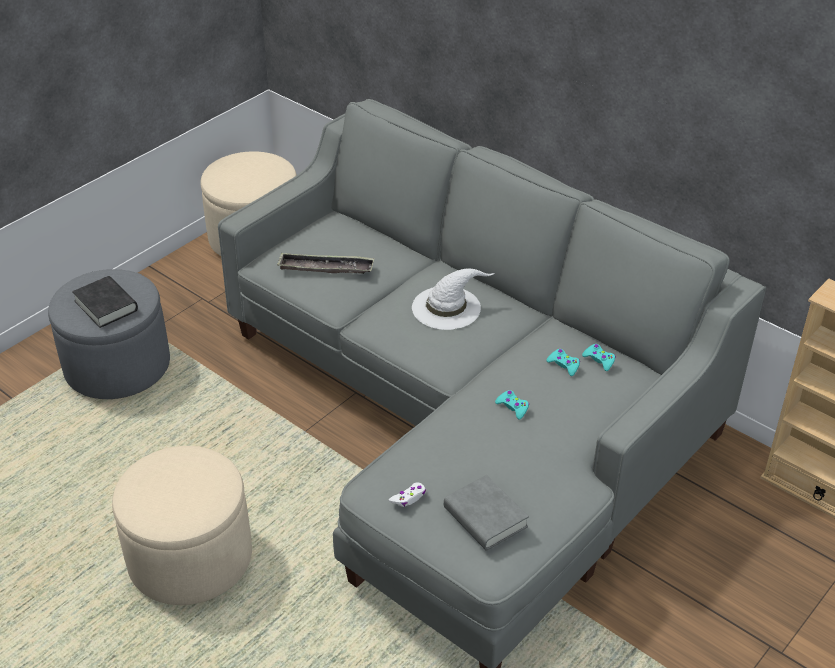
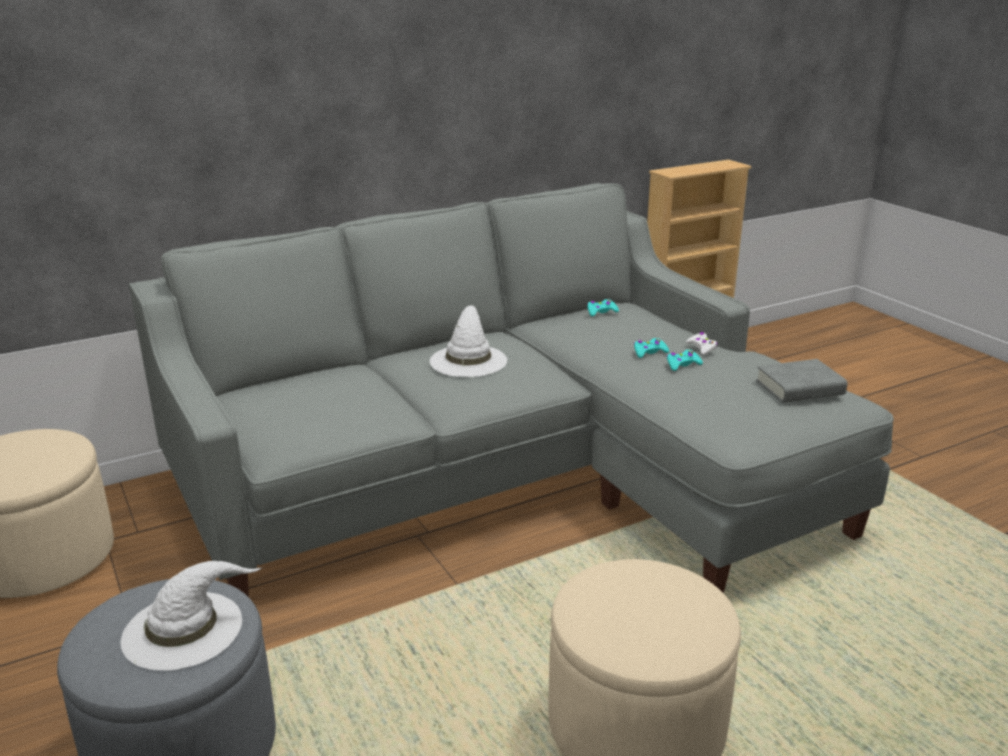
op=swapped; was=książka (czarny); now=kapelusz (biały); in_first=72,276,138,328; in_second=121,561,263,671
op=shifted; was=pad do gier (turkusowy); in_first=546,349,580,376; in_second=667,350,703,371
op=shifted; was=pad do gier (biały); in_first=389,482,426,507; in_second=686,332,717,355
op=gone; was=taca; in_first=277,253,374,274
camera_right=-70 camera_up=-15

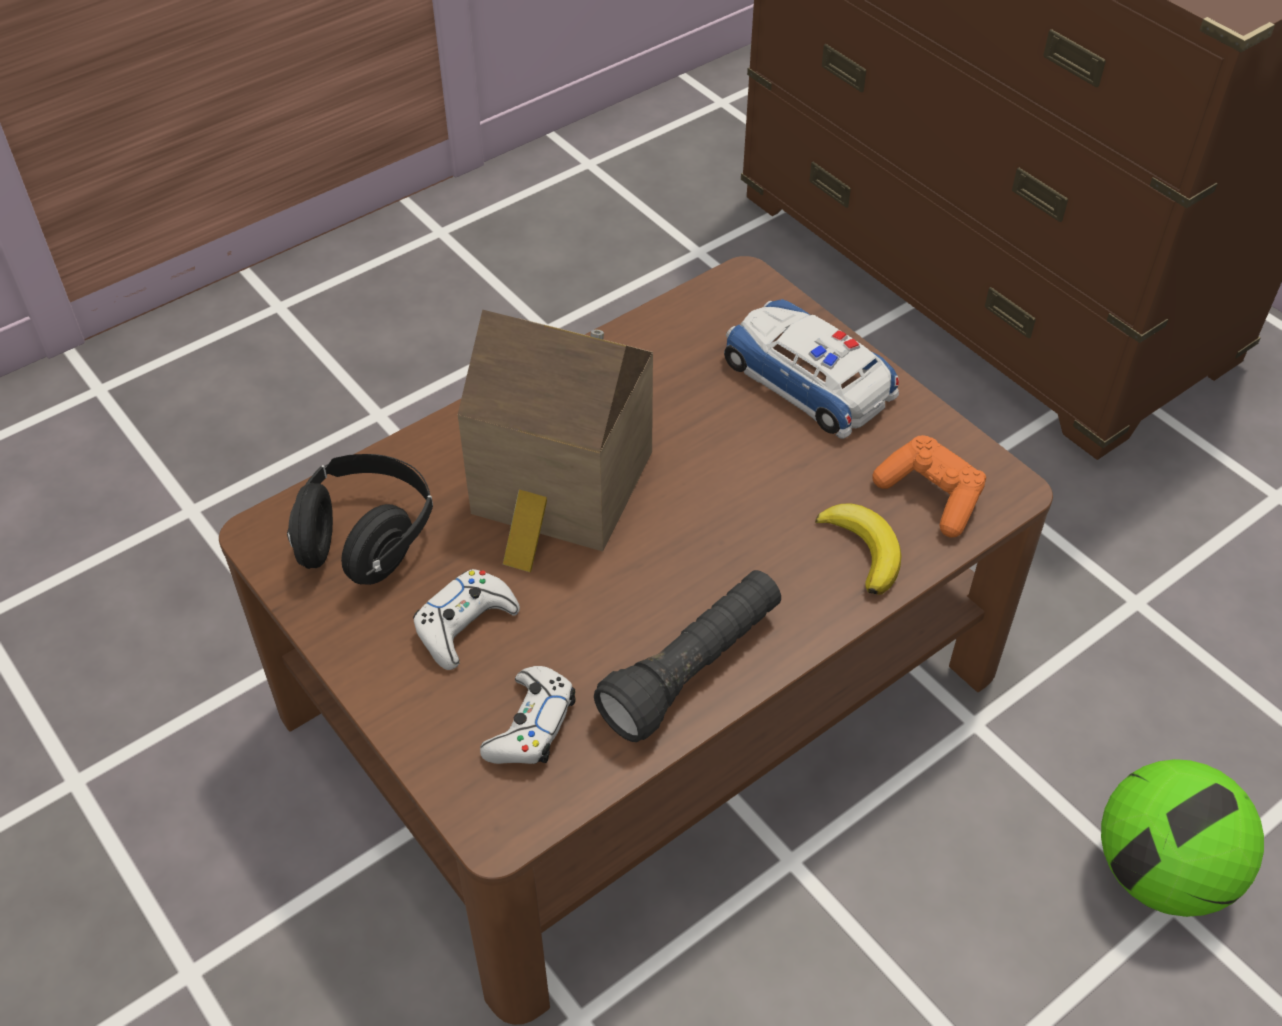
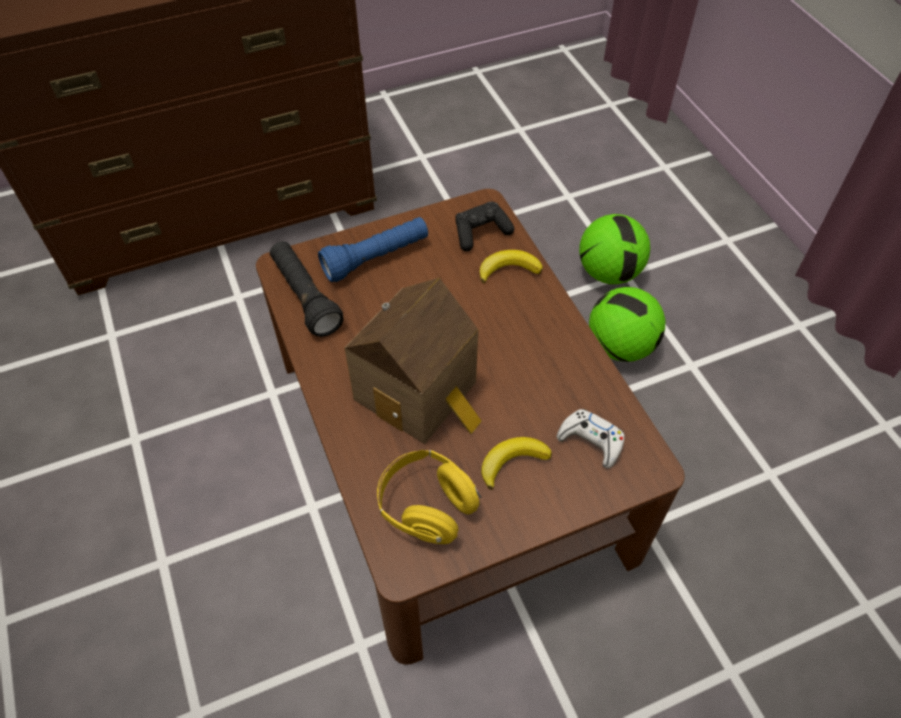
op=shifted; was=latarka (czarny); in_first=594,570,781,742; in_second=270,242,344,337
op=swapped; was=samochodzik; now=latarka (niebieski); in_first=724,299,899,439; in_second=318,217,428,282
op=repainted; was=słuchawki (czarny); now=słuchawki (żółty); in_first=287,454,433,585; in_second=377,450,482,544
op=repainted; was=pad do gier (pomarańczowy); now=pad do gier (czarny); in_first=872,435,986,538; in_second=456,202,514,251
op=swapped; was=pad do gier (biały); now=banan; in_first=413,569,520,670; in_second=481,437,552,490
op=new; now=piłka futbolowa; in_second=589,287,665,362
camera_right=-75 camera_up=5

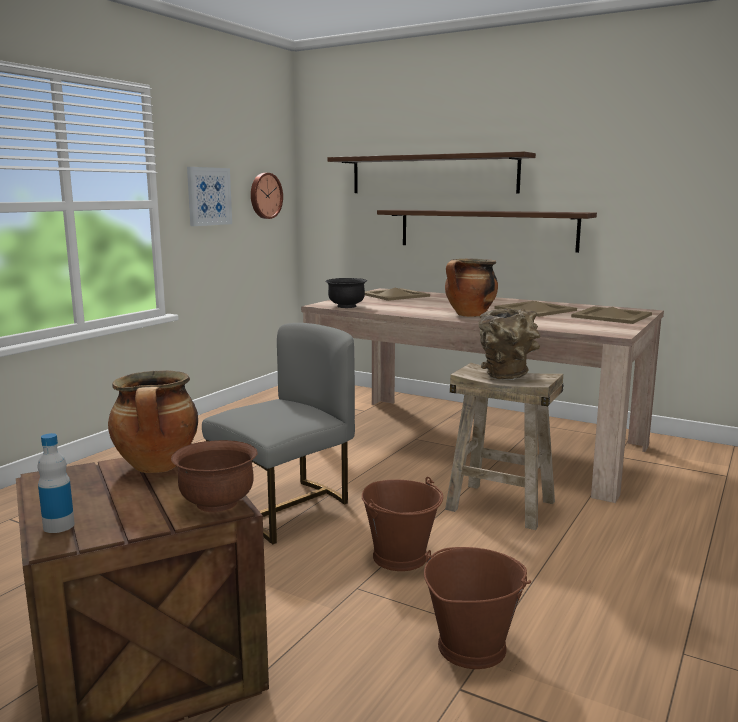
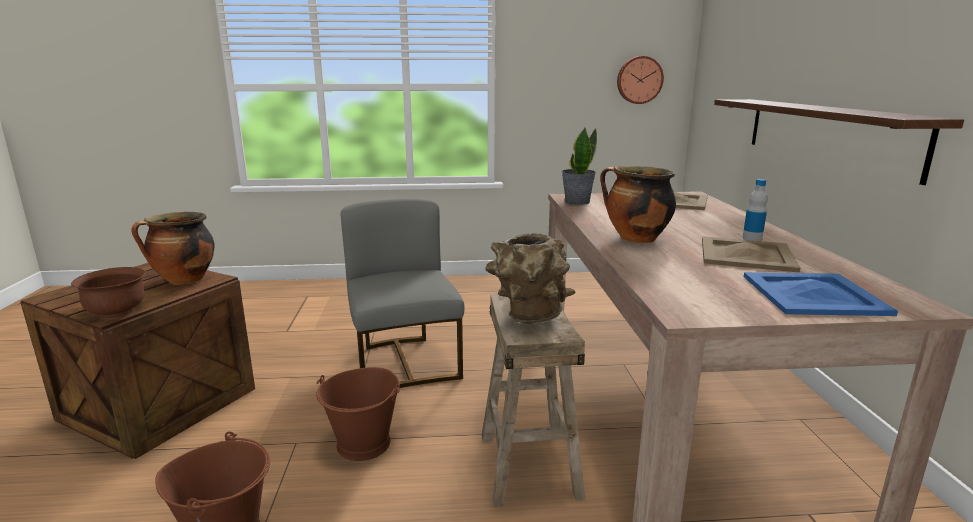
op=rotated; was=krzesło (szary); in_first=202,323,355,544; in_second=340,199,465,388; clockwise=-120
op=swapped; was=miska (czarny); now=roślina doniczkowa; in_first=325,278,367,308; in_second=561,128,597,205
op=shifted; was=butelka; in_first=38,433,75,533; in_second=743,179,768,241
op=repainted; was=taca (beżowy); now=taca (niebieski); in_first=571,306,652,324; in_second=744,272,898,316
op=gone; was=obraz; in_first=187,167,232,226
op=gone; was=półka; in_first=327,152,536,194
camera_right=55 camera_up=5

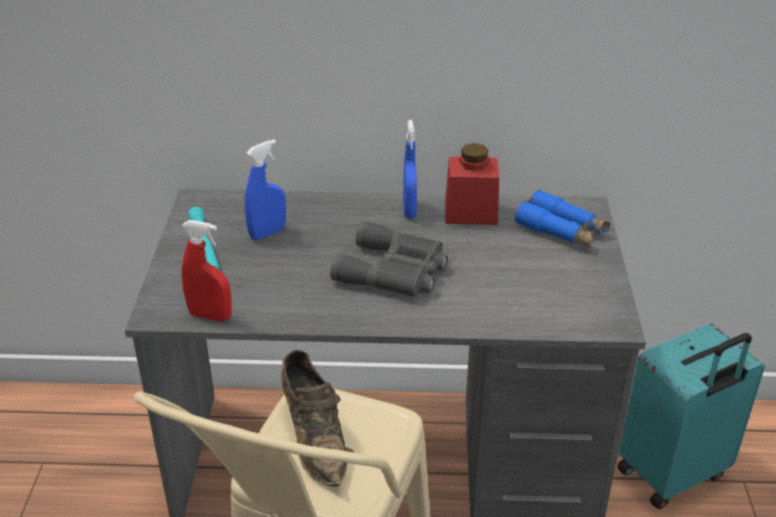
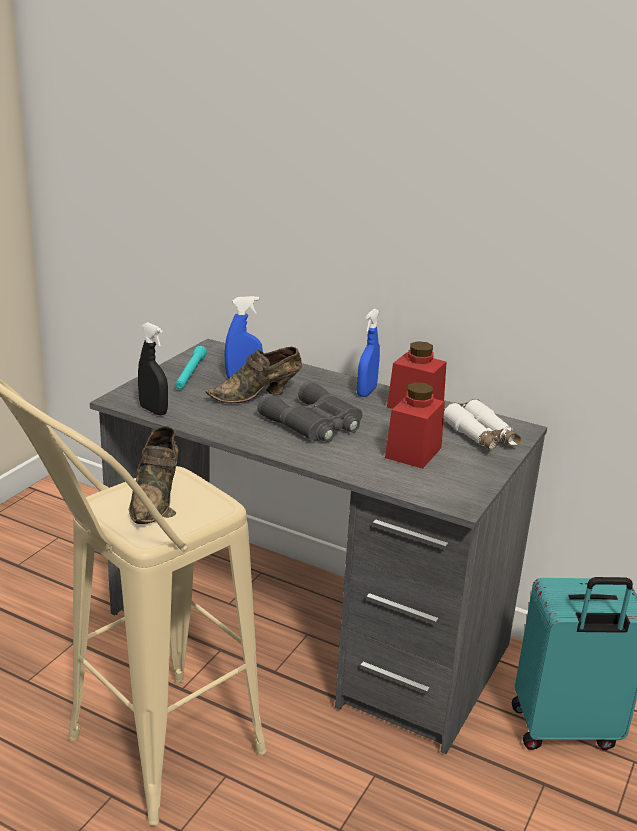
op=repainted; was=spryskiwacz (czerwony); now=spryskiwacz (czarny); in_first=182,220,232,321; in_second=138,322,168,415
op=new; now=but (brązowy); in_second=206,347,302,403
op=new; now=słoik (czerwony); in_second=385,382,445,469
op=repainted; was=lornetka (niebieski); now=lornetka (biały); in_first=515,190,610,248; in_second=443,399,521,451
camera_right=25 camera_up=-10

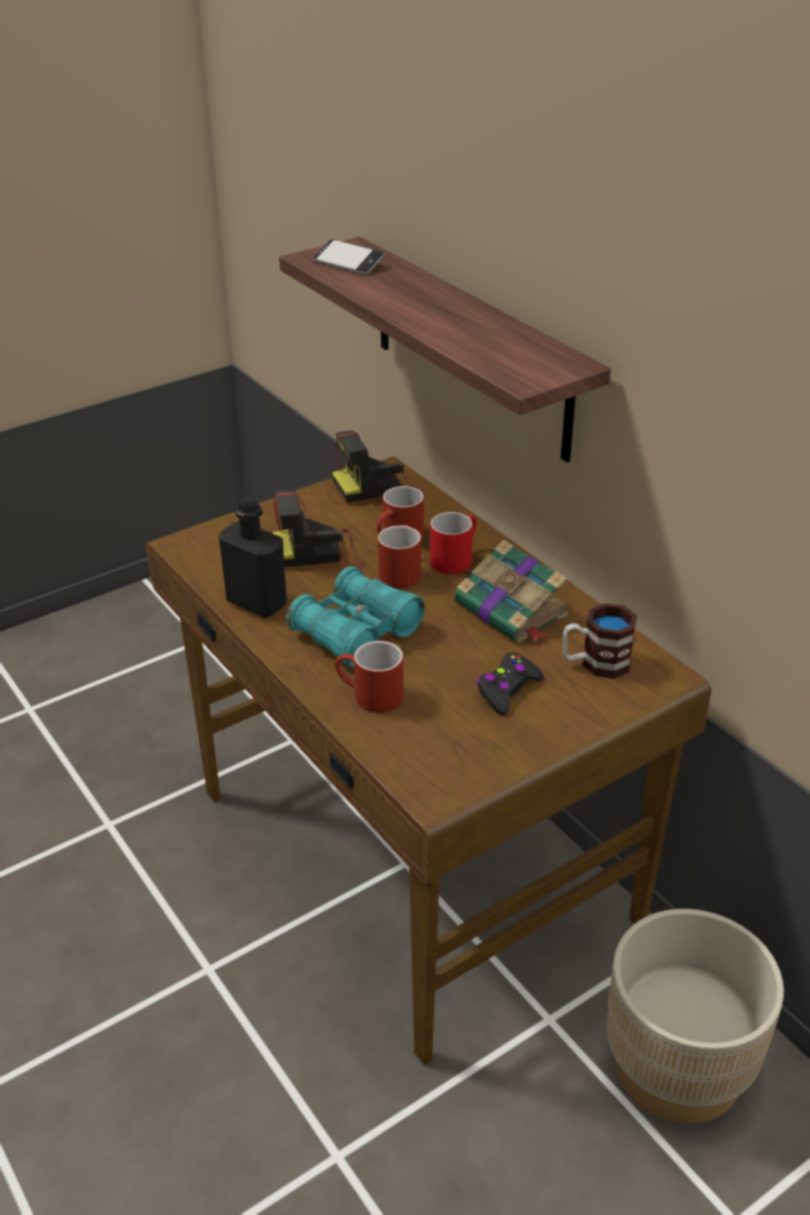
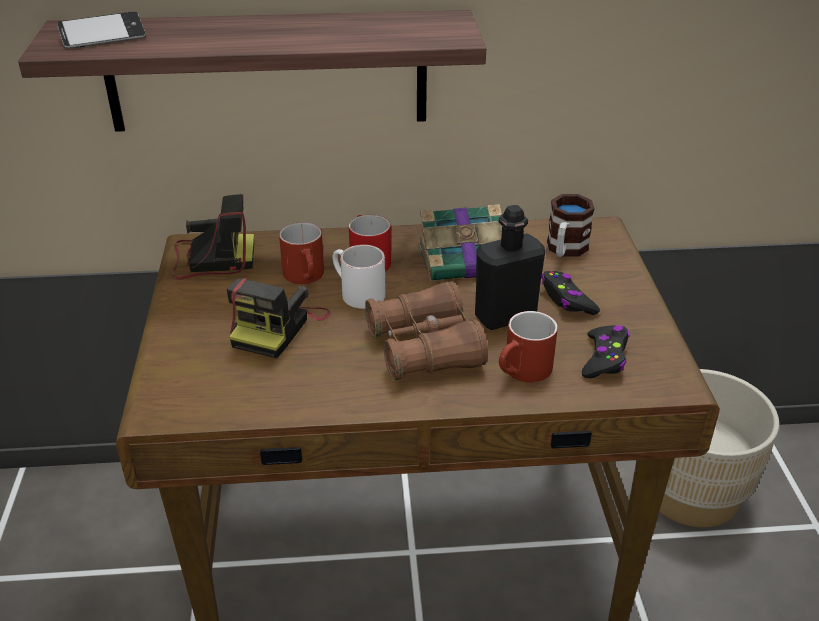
op=rotated; was=aparat fotograficzny; in_first=332,431,418,502; in_second=173,194,254,280; clockwise=-105
op=repainted; was=kubek (czerwony); now=kubek (biały); in_first=378,525,421,589; in_second=332,245,385,309
op=repainted; was=lornetka (turkusowy); now=lornetka (brązowy); in_first=286,566,425,669; in_second=365,281,488,380
op=shifted; was=butelka (czarny); in_first=219,495,287,618; in_second=475,205,545,330
op=new; now=pad do gier (czarny); in_second=582,325,630,378
camera_right=-60 camera_up=0

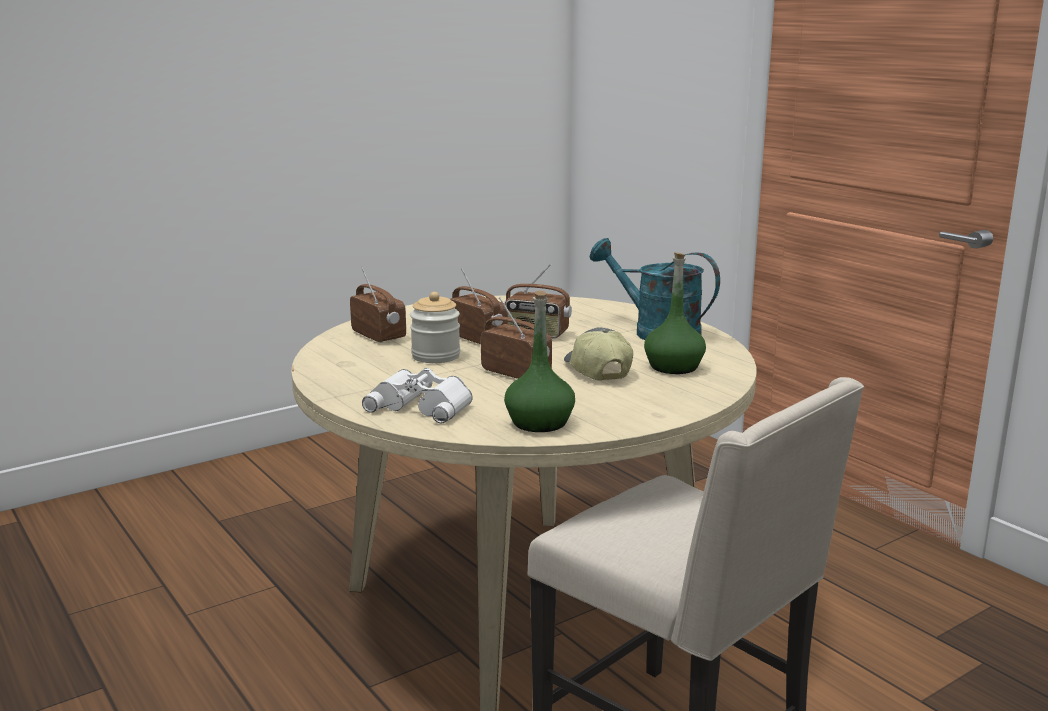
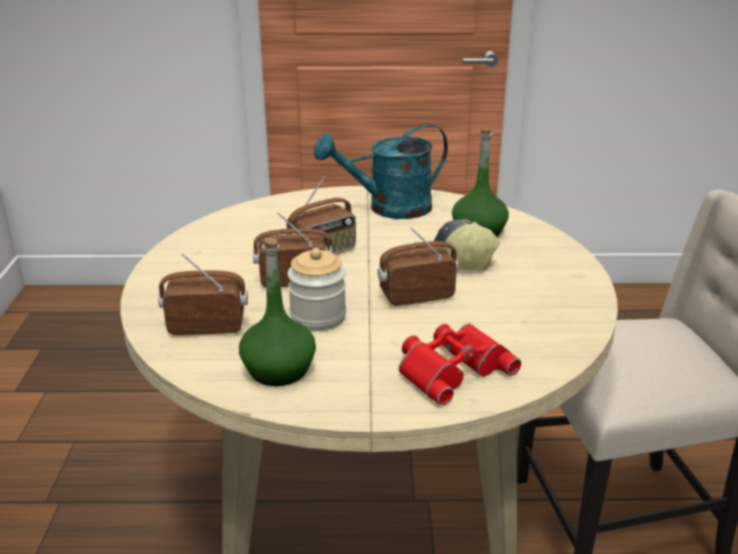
op=shifted; was=butelka (zielony); in_first=504,291,575,432; in_second=239,238,316,386
op=repainted; was=lornetka (biały); now=lornetka (czerwony); in_first=362,368,473,423; in_second=398,323,521,405
camera_right=-55 camera_up=10

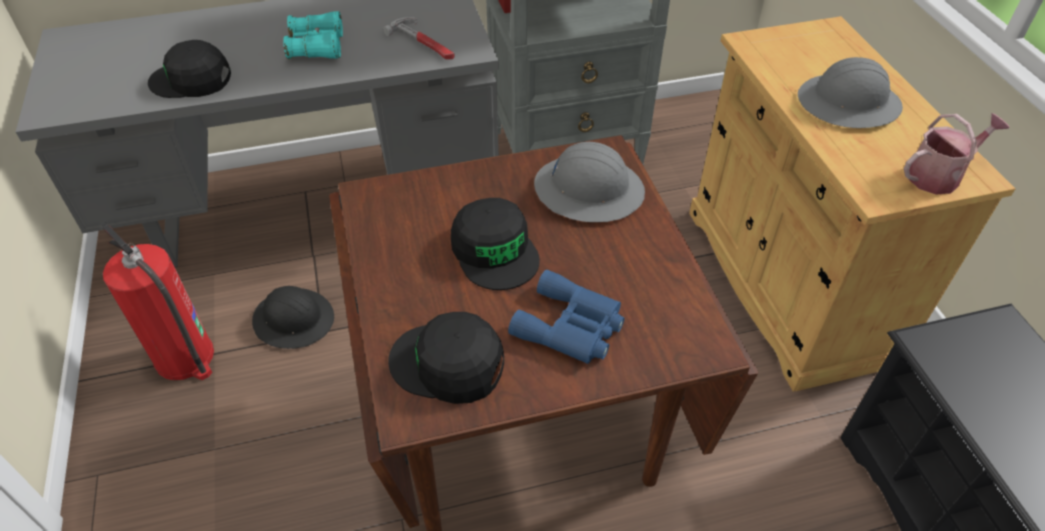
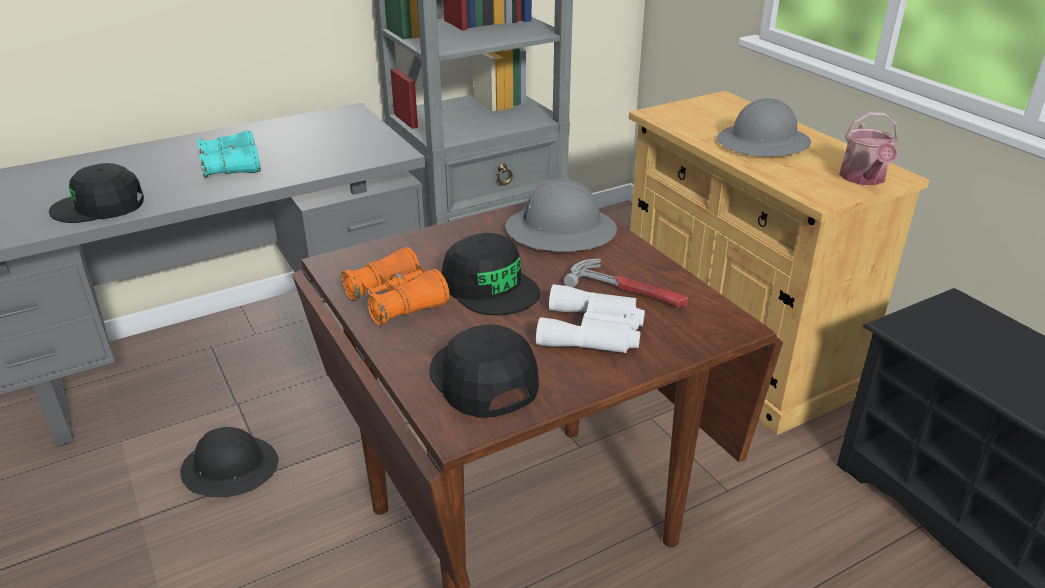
op=new; now=lornetka (pomarańczowy); in_second=341,247,449,326
op=rotated; was=czapka z daszkiem (czarny); in_first=388,312,504,404; in_second=429,325,539,418; clockwise=60
op=repainted; was=lornetka (niebieski); now=lornetka (biały); in_first=508,270,625,364; in_second=536,284,645,353
op=shifted; was=młotek; in_first=383,17,455,60; in_second=564,259,688,307
op=rotated; was=konewka; in_first=904,113,1010,194; in_second=839,112,899,185; clockwise=135
op=gone; was=gaśnica; in_first=101,223,214,380
camera_right=-15 camera_up=-15

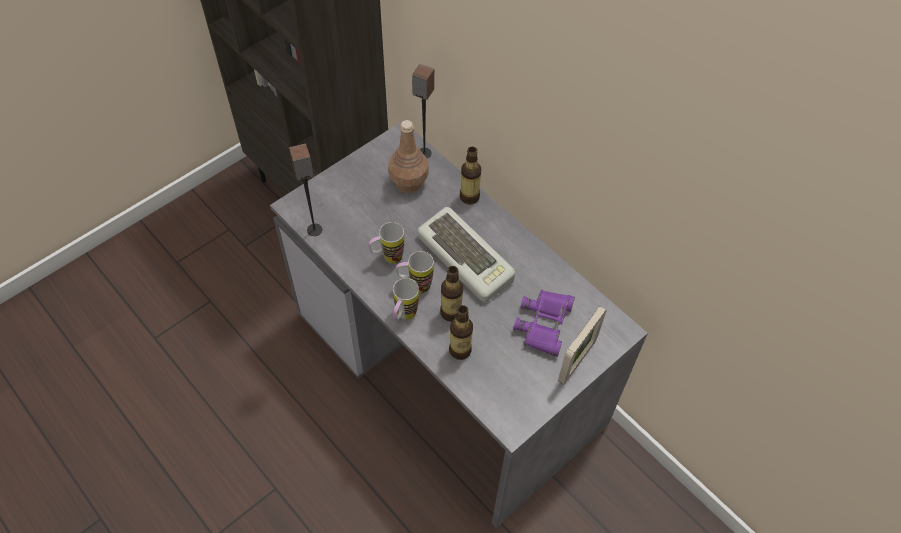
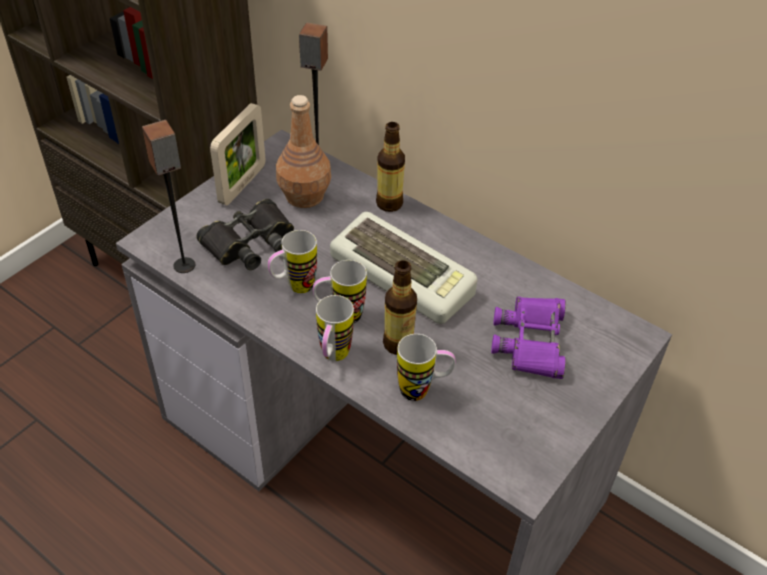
op=new; now=lornetka (czarny); in_second=196,199,294,270
op=shifted; was=ramka na zdjęcie; in_first=558,306,607,384; in_second=210,103,266,205
op=swapped; was=butelka; now=kubek; in_first=449,305,473,360; in_second=397,334,456,401
camera_right=-10 camera_up=-10

